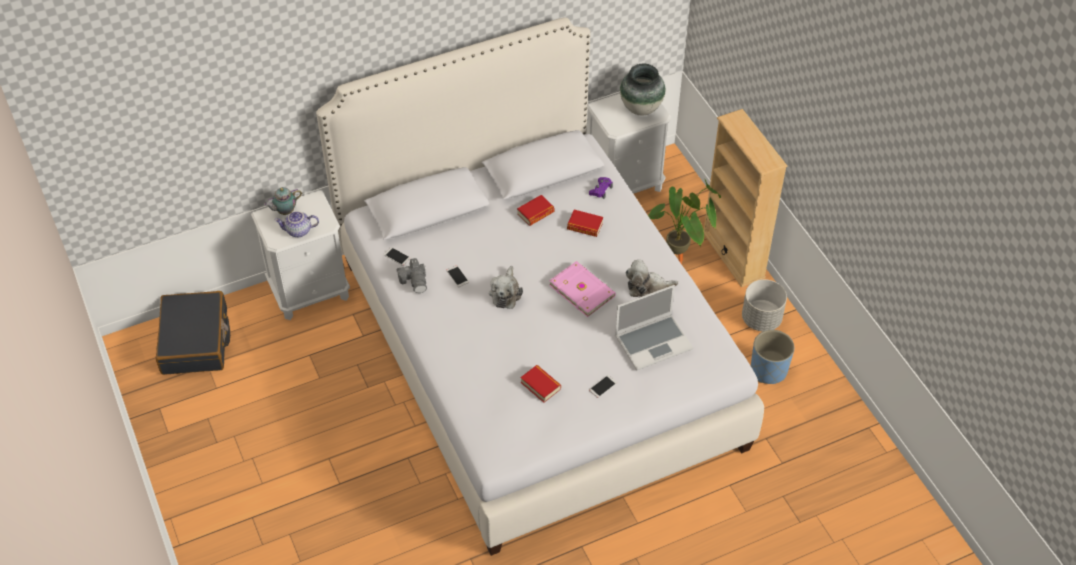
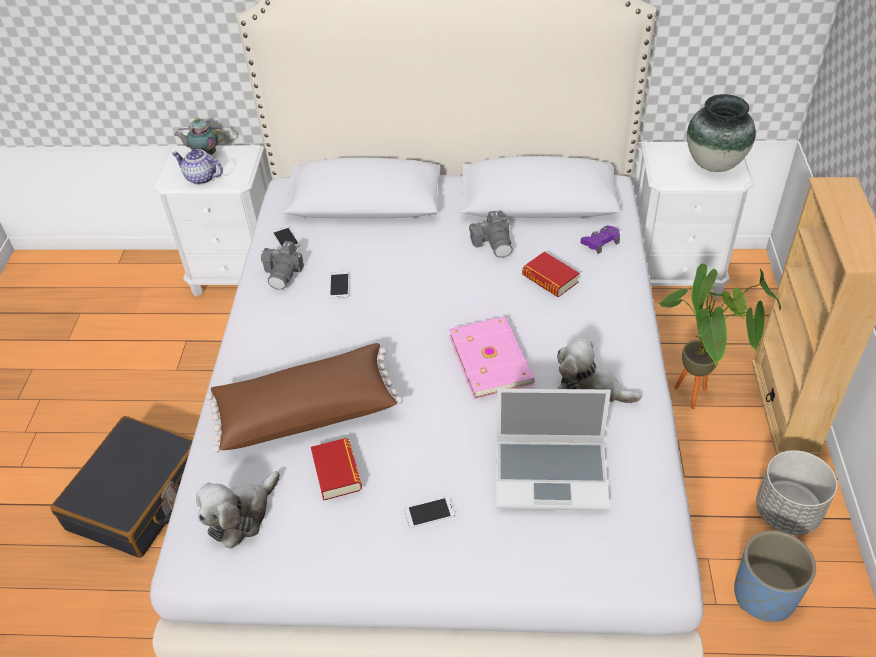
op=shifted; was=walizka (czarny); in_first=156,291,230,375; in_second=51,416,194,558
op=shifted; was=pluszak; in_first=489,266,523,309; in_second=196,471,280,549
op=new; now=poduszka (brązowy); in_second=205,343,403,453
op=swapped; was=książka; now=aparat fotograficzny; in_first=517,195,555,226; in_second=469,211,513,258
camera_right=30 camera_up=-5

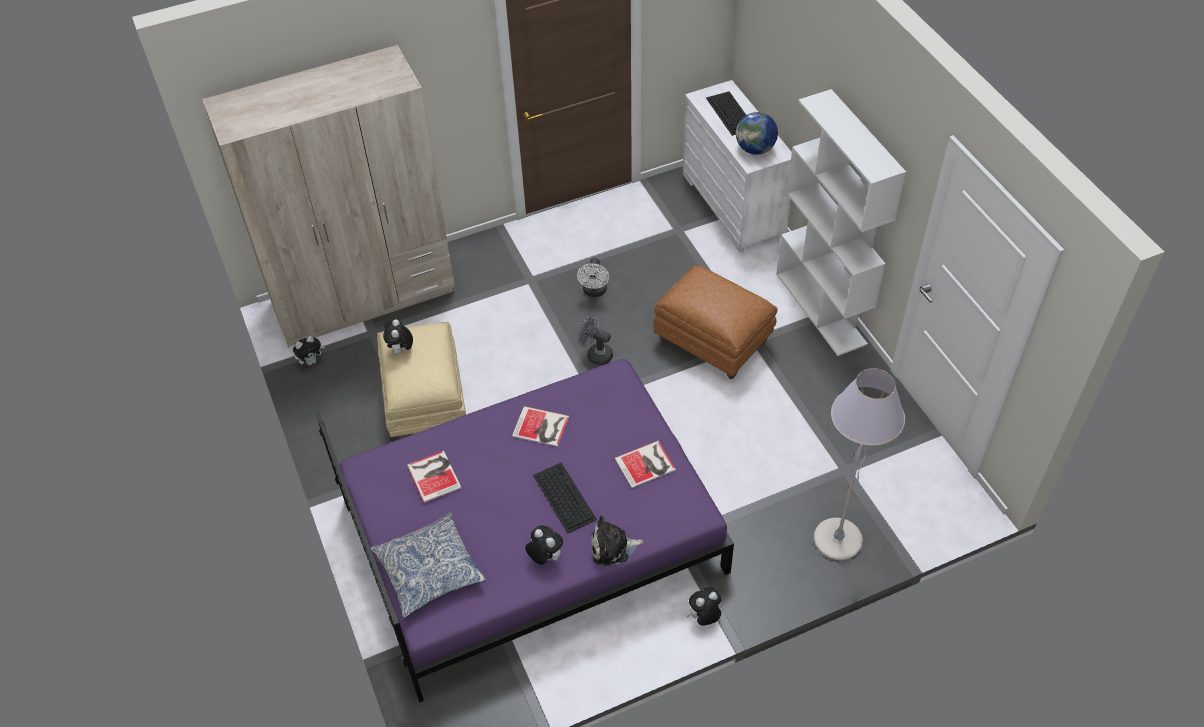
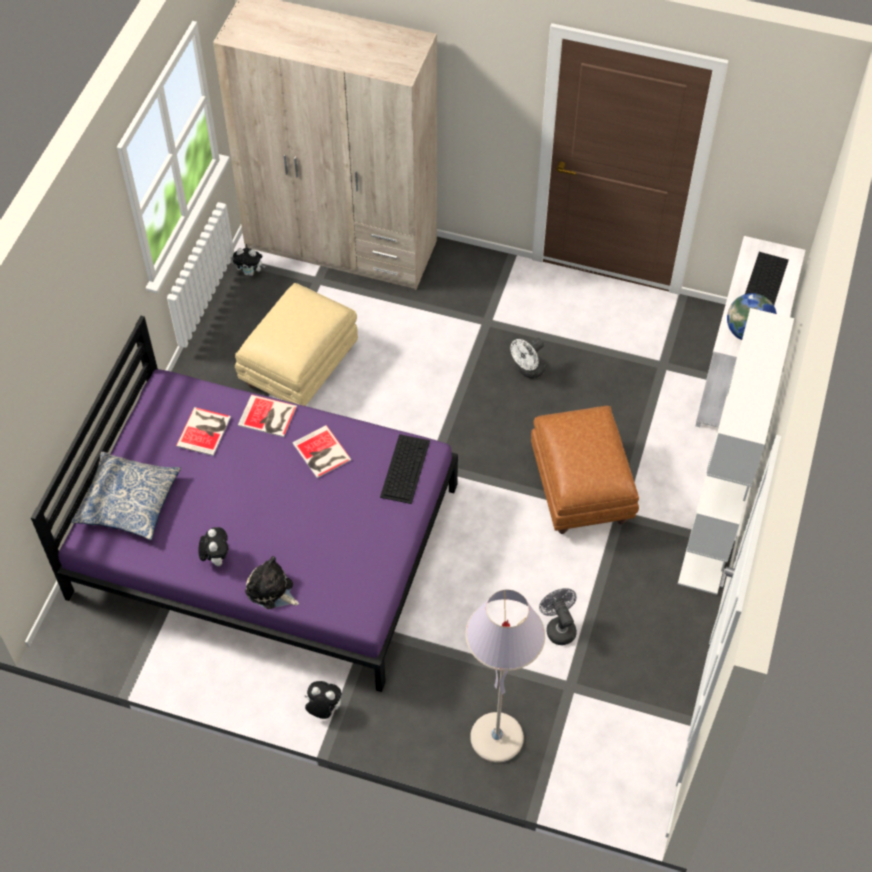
op=shifted; was=książka; in_first=614,441,676,488; in_second=238,394,297,437
op=shifted; was=klawiatura; in_first=533,463,597,533; in_second=380,434,430,504
op=shifted; was=wentylator (szary); in_first=578,315,613,365; in_second=539,588,577,645
op=gone; was=pluszak; in_first=383,319,413,356
camera_right=40 camera_up=5

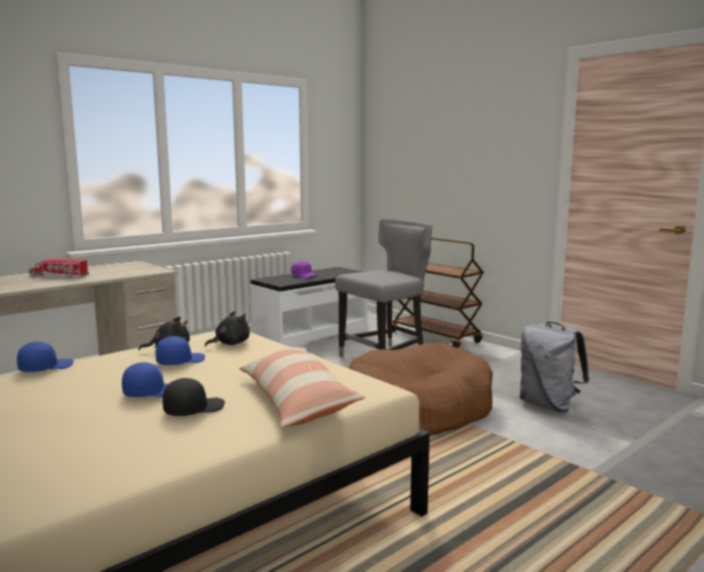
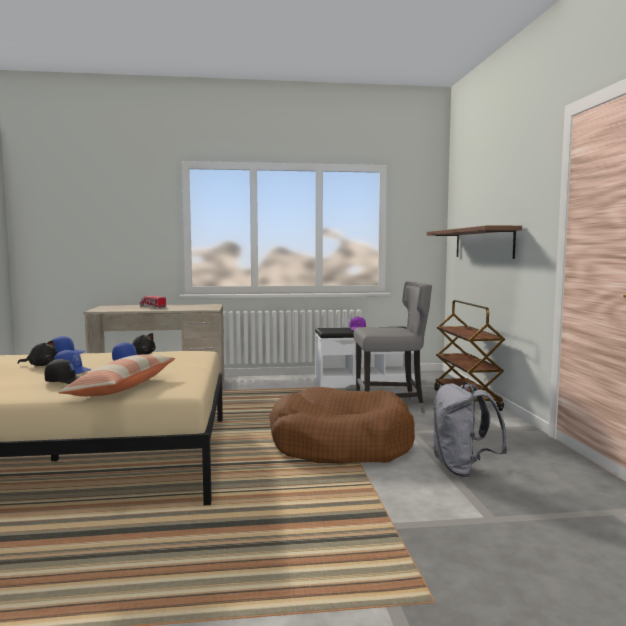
op=shifted; was=pluszak (czarny); in_first=205,311,250,347; in_second=17,340,57,366
op=new; now=półka (brązowy); in_second=427,225,522,259
camera_right=35 camera_up=-5

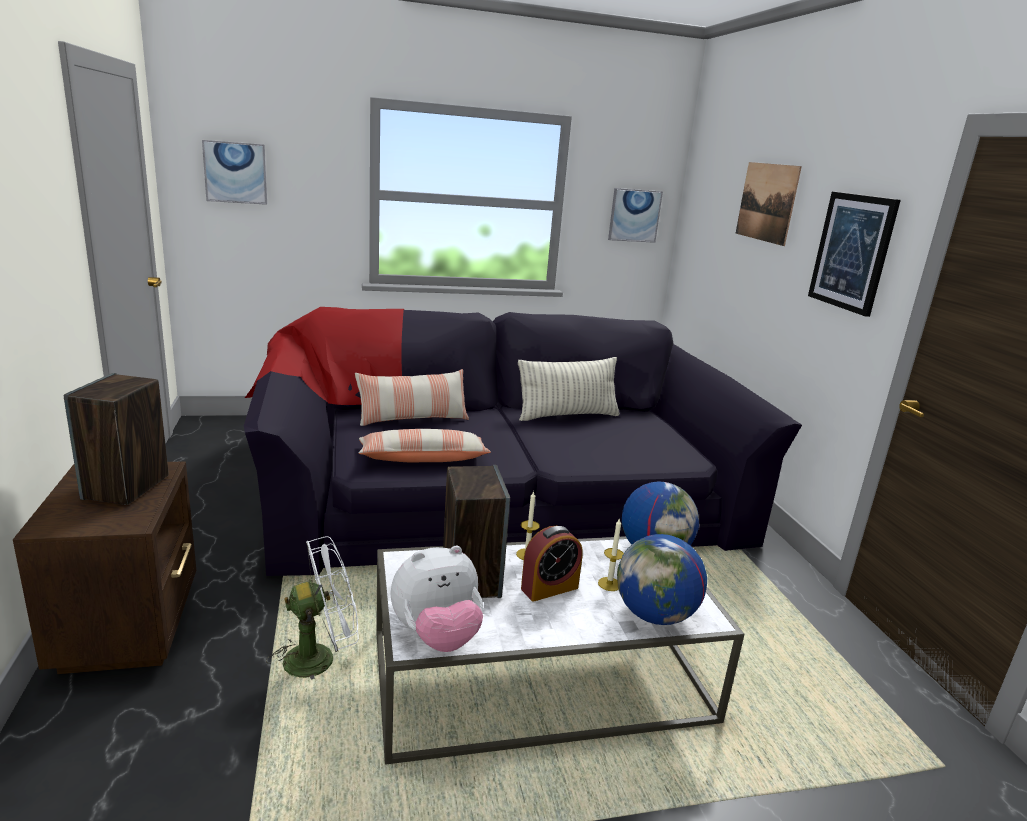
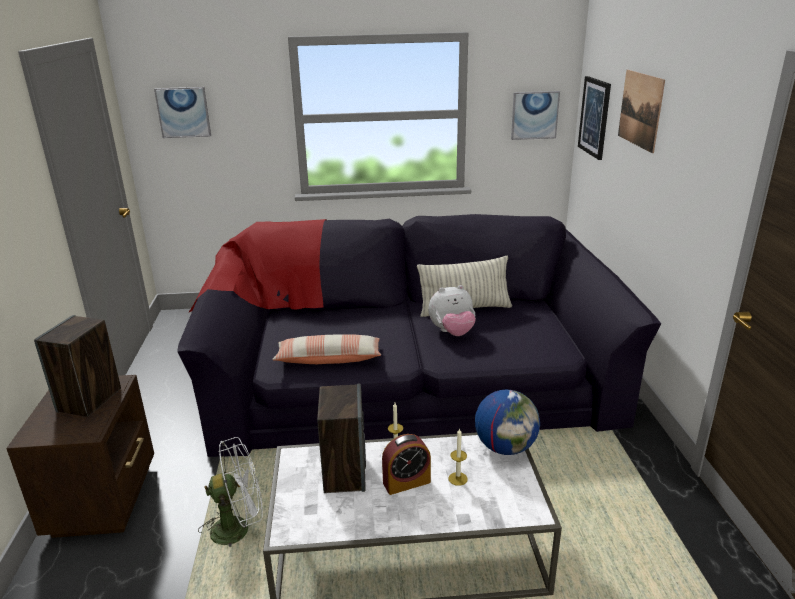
op=shifted; was=pluszak; in_first=391,546,483,652; in_second=428,285,476,336
op=shifted; was=obraz; in_first=808,192,901,317; in_second=578,76,611,160
op=gone; was=poduszka; in_first=355,369,469,426
op=gone; was=globus; in_first=617,534,707,625
camera_right=10 camera_up=5

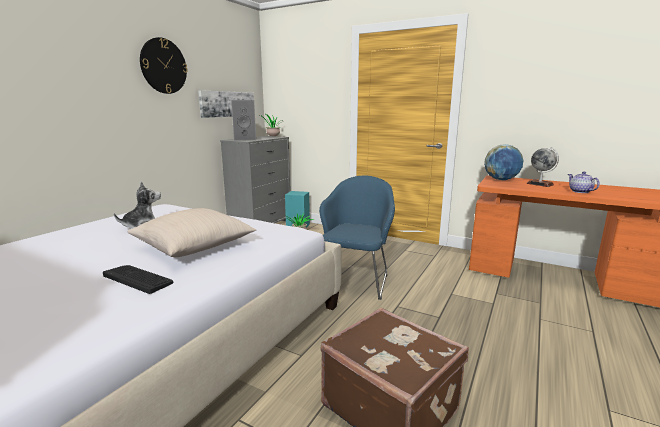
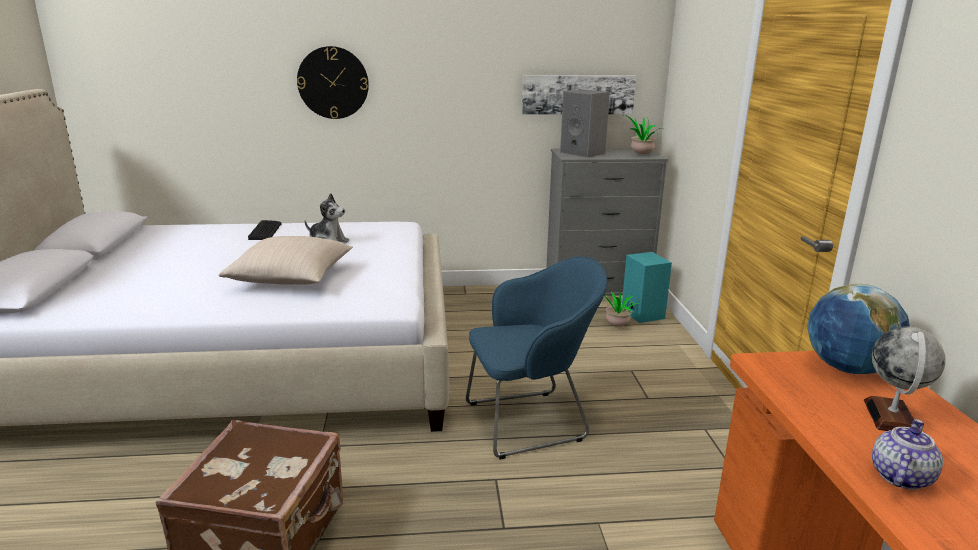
op=shifted; was=klawiatura; in_first=103,265,173,294; in_second=248,220,282,240
op=shifted; was=zegar ścienny; in_first=140,37,188,94; in_second=297,46,369,119
camera_right=55 camera_up=5

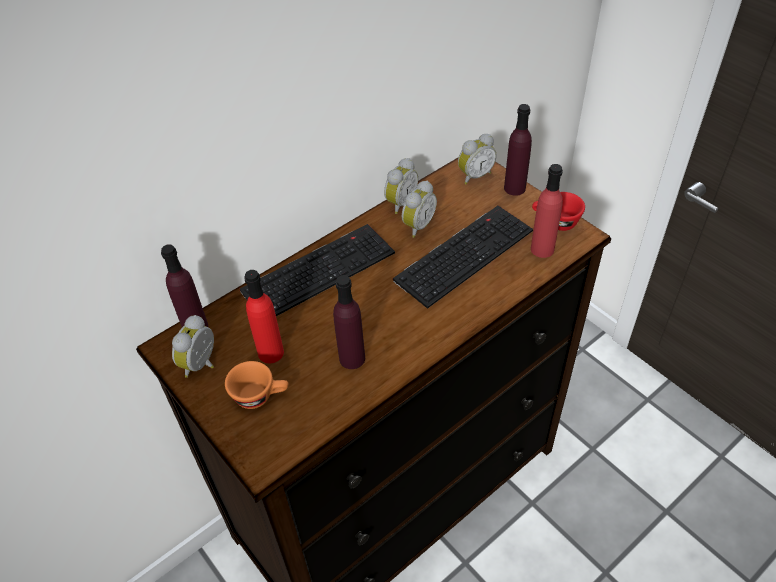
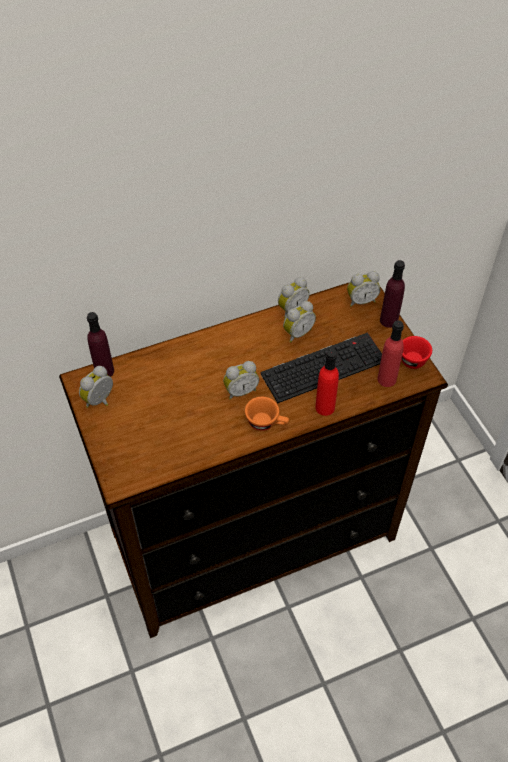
op=new; now=budzik; in_second=223,361,259,400
op=shifted; was=filiżanka (pomarańczowy); in_first=225,361,288,409; in_second=245,397,289,431
op=shifted; was=butelka (czerwony); in_first=244,270,284,363; in_second=315,349,339,416
op=gone; was=klawiatura; in_first=240,224,395,316
op=gone; was=butelka (fioletowy); in_first=333,275,365,369
camera_right=15 camera_up=5

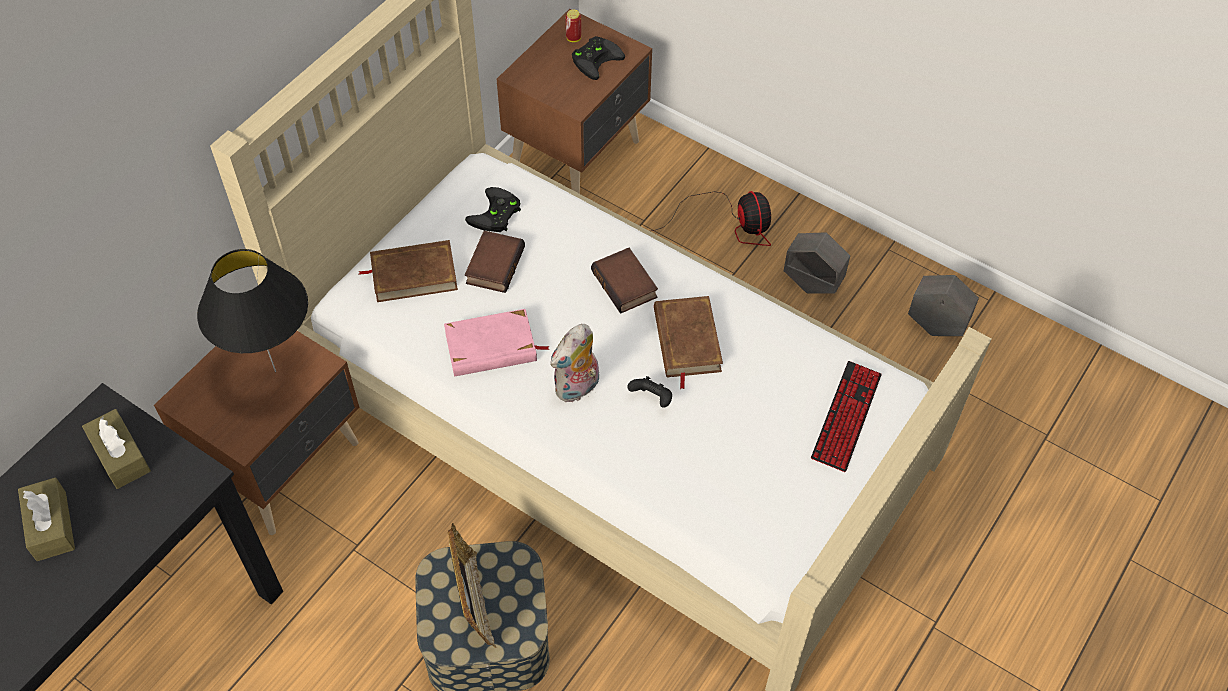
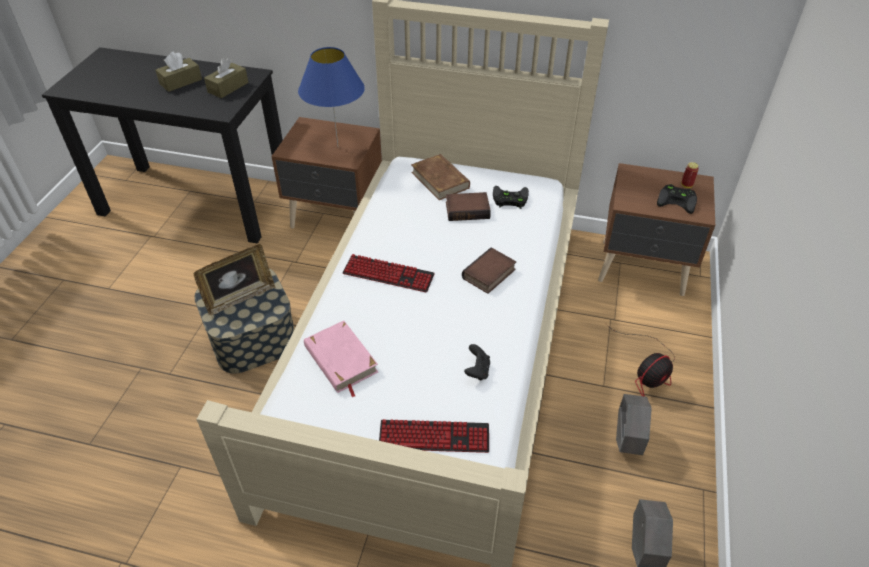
op=repainted; was=lampa stołowa (czarny); now=lampa stołowa (niebieski); in_first=197,249,308,372; in_second=298,47,365,145
op=shifted; was=książka (różowy); in_first=444,309,549,377; in_second=304,321,378,398
op=swapped; was=pluszak; now=klawiatura; in_first=551,324,599,402; in_second=343,254,435,293
op=shifted; was=pad do gier (czarny); in_first=627,376,672,408; in_second=464,344,490,381
op=gone; was=książka (brązowy); in_first=654,296,723,389
camera_right=70 camera_up=-10

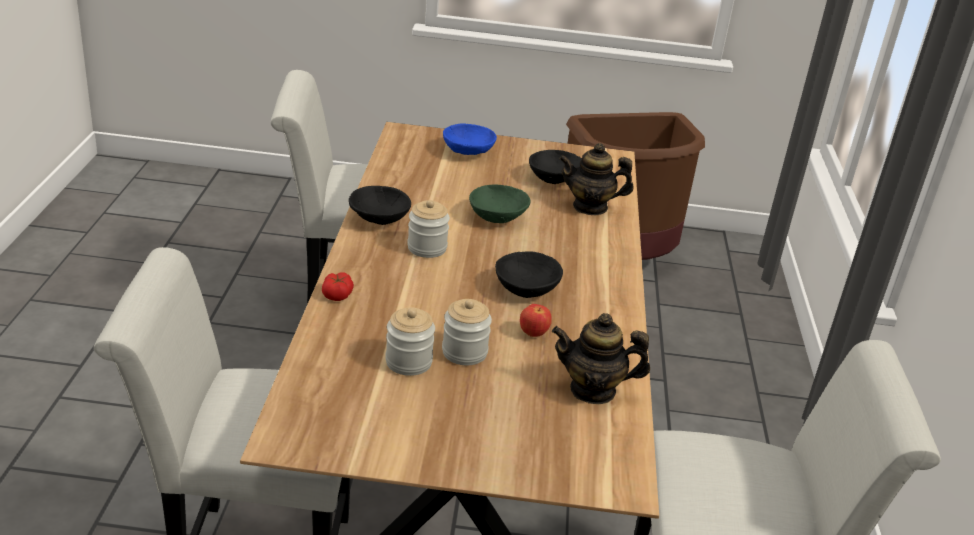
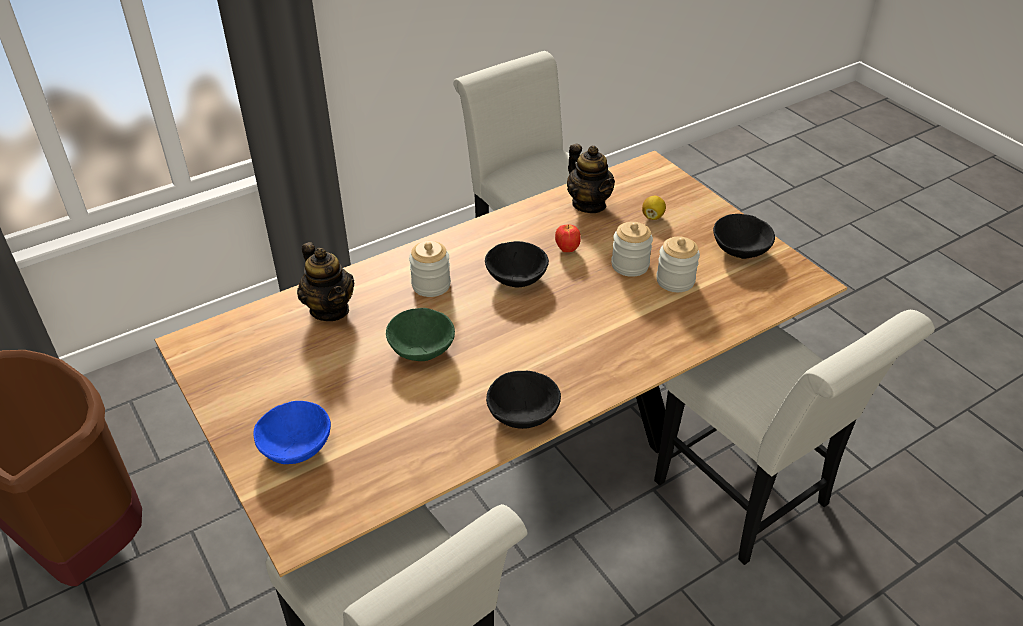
op=shifted; was=słoik; in_first=407,200,450,258; in_second=409,241,451,297
op=new; now=cytryna; in_second=642,196,666,220
op=shifted; was=miska (czarny); in_first=529,150,582,184; in_second=713,214,775,259
op=gone; was=pomidor; in_first=322,272,354,301
camera_right=-125 camera_up=10

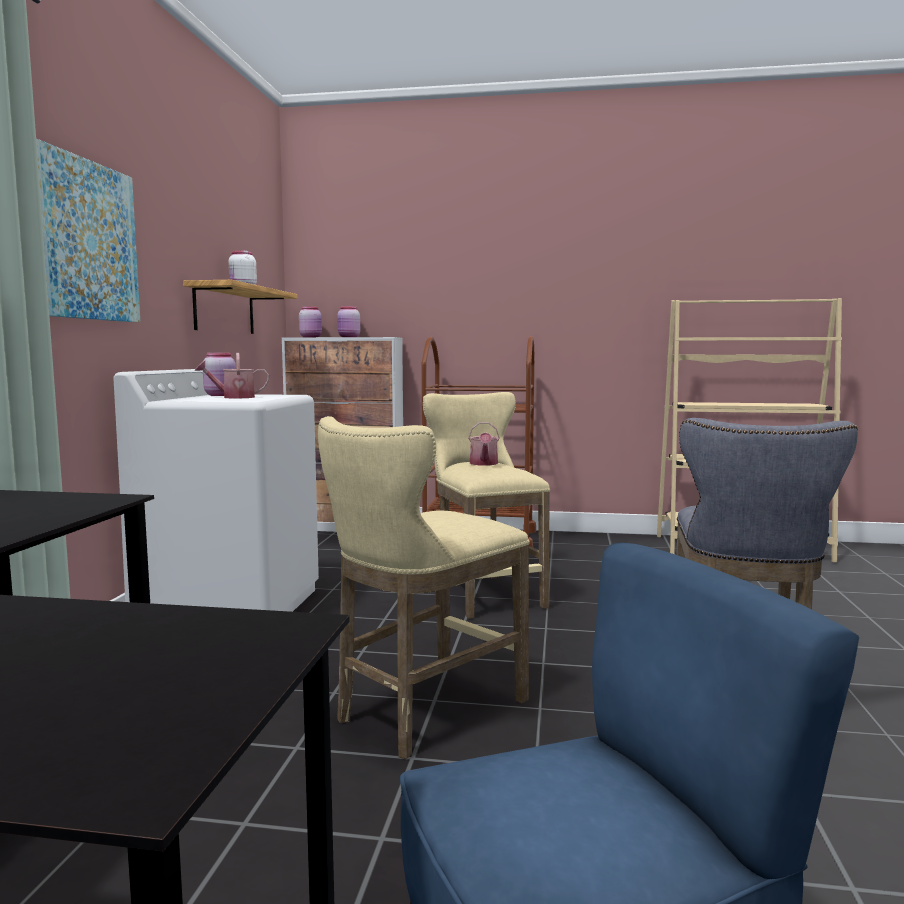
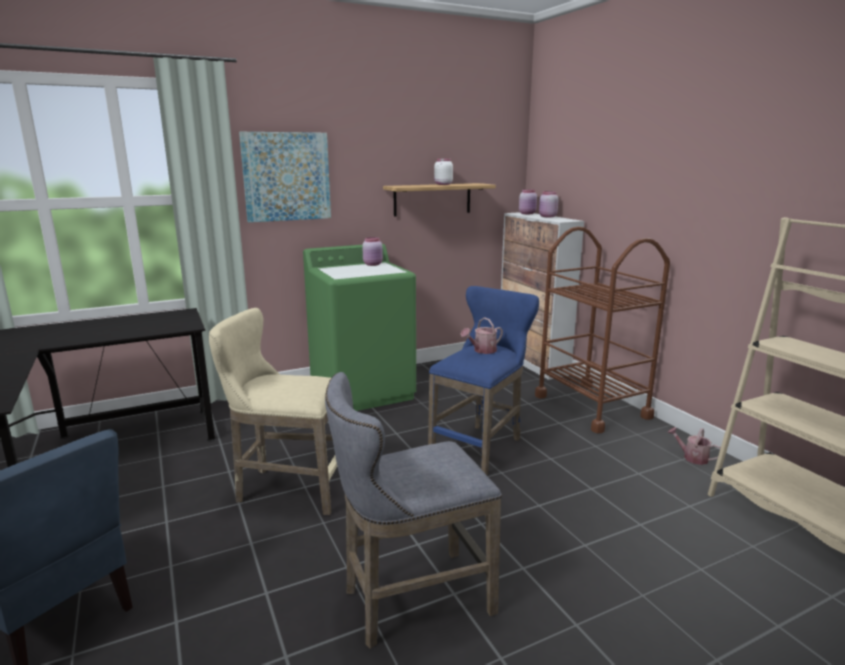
op=repainted; was=pralka (biały); now=pralka (zielony); in_first=113,369,319,612; in_second=303,244,416,411
op=repainted; was=stołek (beżowy); now=stołek (niebieski); in_first=423,392,550,619; in_second=428,286,539,475
op=shifted; was=konewka; in_first=194,353,269,398; in_second=668,427,721,465
camera_right=55 camera_up=10

